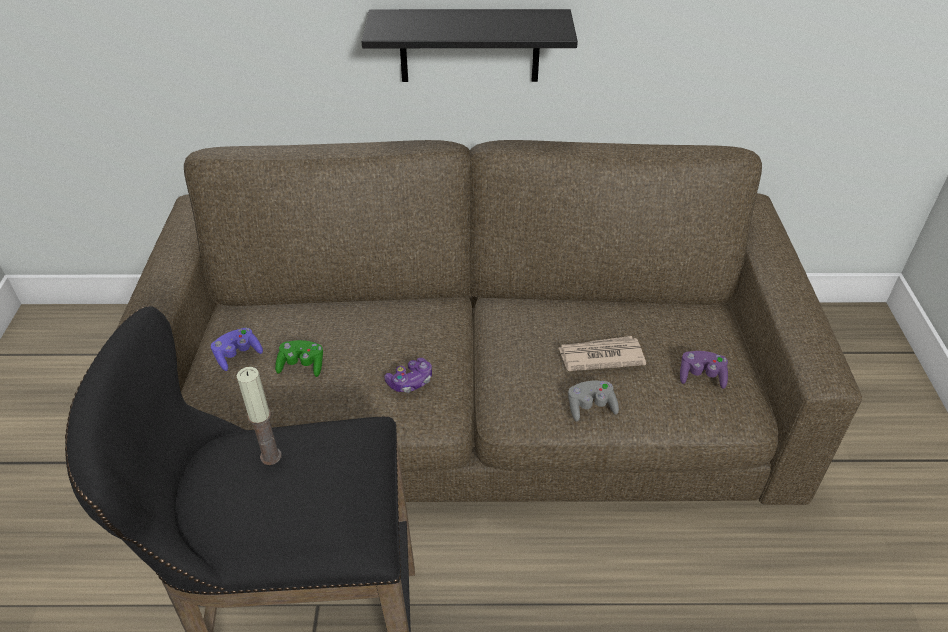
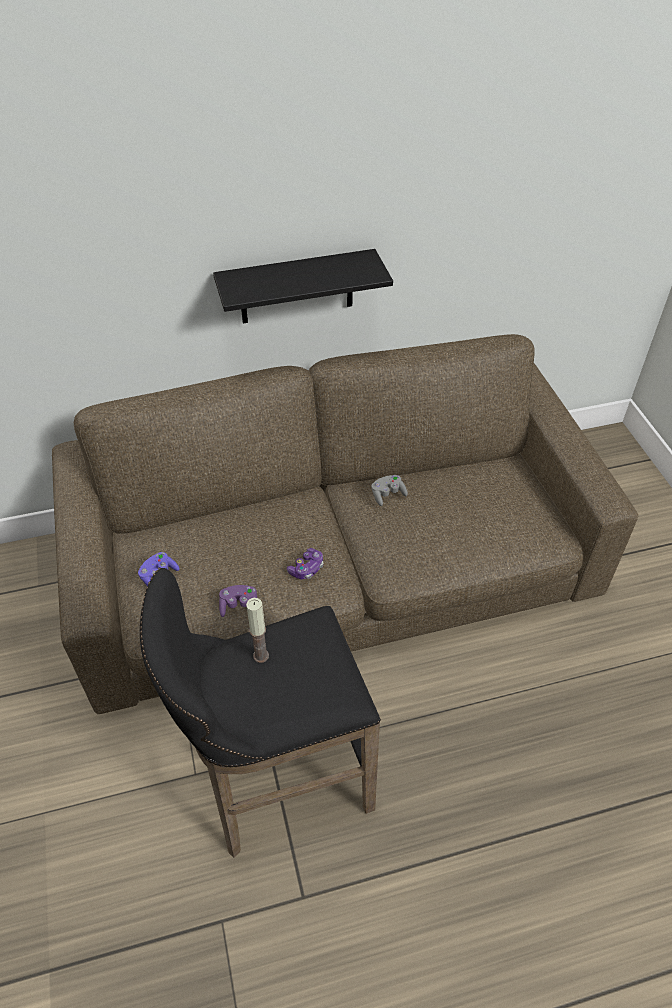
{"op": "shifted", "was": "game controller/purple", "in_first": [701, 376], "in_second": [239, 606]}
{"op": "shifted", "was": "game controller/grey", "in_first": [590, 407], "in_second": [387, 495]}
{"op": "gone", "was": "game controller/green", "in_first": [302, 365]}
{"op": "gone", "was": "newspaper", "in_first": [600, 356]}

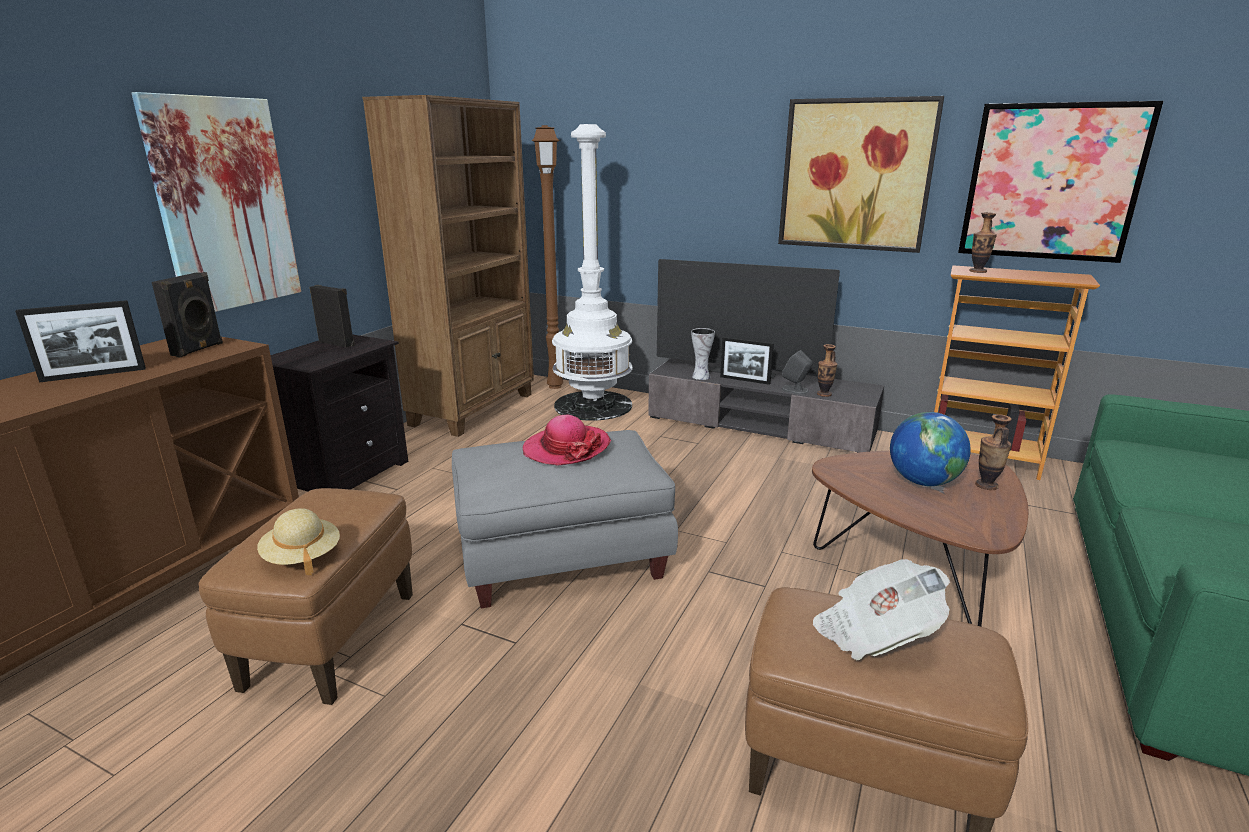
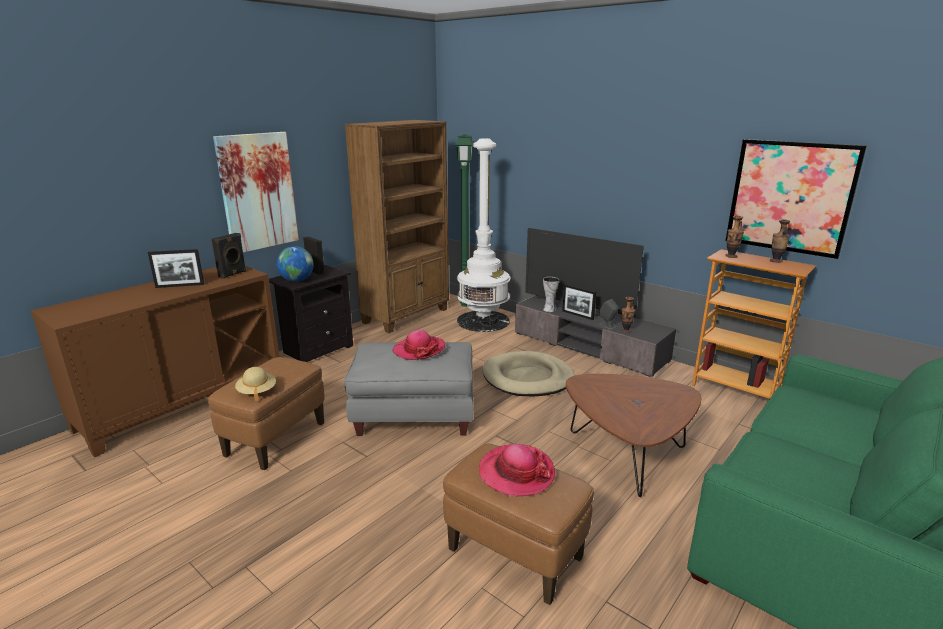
{"op": "shifted", "was": "globe", "in_first": [923, 482], "in_second": [297, 280]}
{"op": "repainted", "was": "floor lamp/brown", "now": "floor lamp/green", "in_first": [556, 386], "in_second": [466, 305]}
{"op": "swapped", "was": "newspaper", "now": "hat", "in_first": [875, 633], "in_second": [516, 472]}
{"op": "new", "now": "dog bed/beige", "in_second": [528, 378]}
{"op": "shifted", "was": "vase", "in_first": [986, 485], "in_second": [776, 261]}
{"op": "gone", "was": "picture", "in_first": [855, 175]}

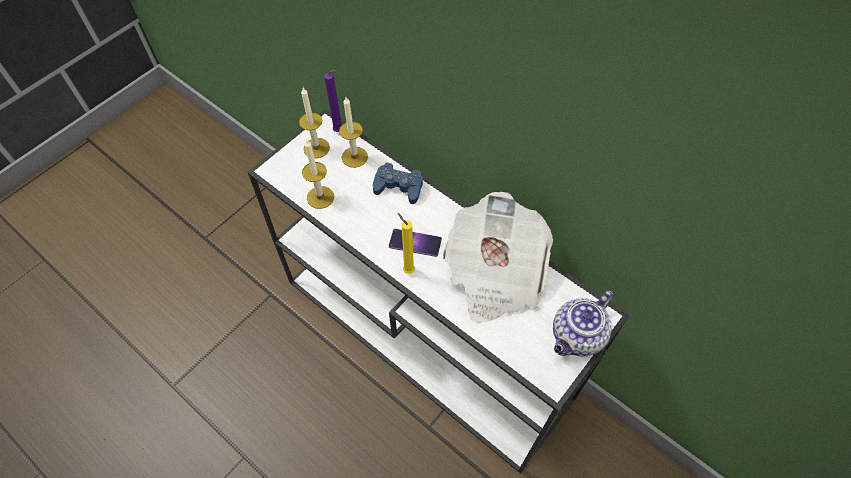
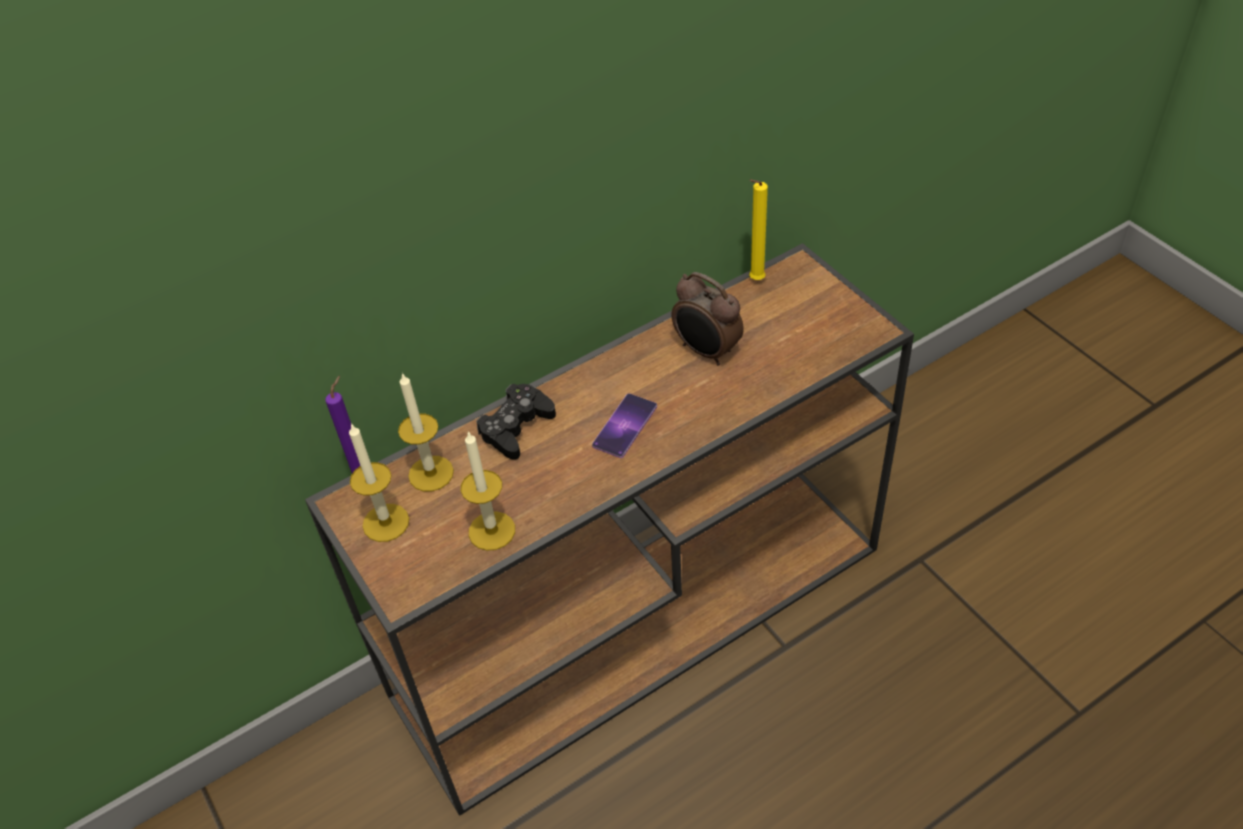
{"op": "repainted", "was": "console table/white", "now": "console table/brown", "in_first": [428, 339], "in_second": [643, 616]}
{"op": "repainted", "was": "game controller/blue", "now": "game controller/black", "in_first": [398, 187], "in_second": [516, 427]}
{"op": "swapped", "was": "newspaper", "now": "alarm clock", "in_first": [494, 274], "in_second": [706, 351]}
{"op": "shifted", "was": "candle/yellow", "in_first": [407, 269], "in_second": [754, 280]}
{"op": "gone", "was": "teapot", "in_first": [577, 337]}

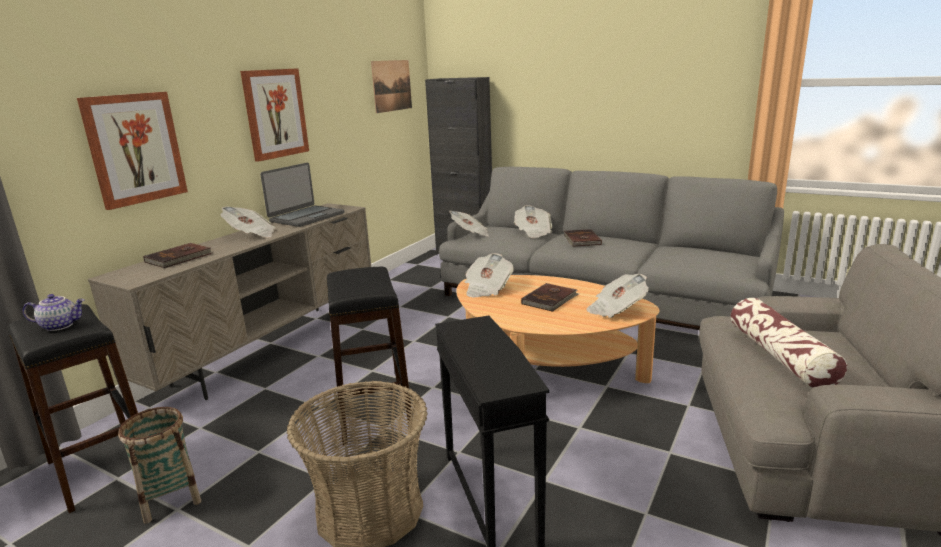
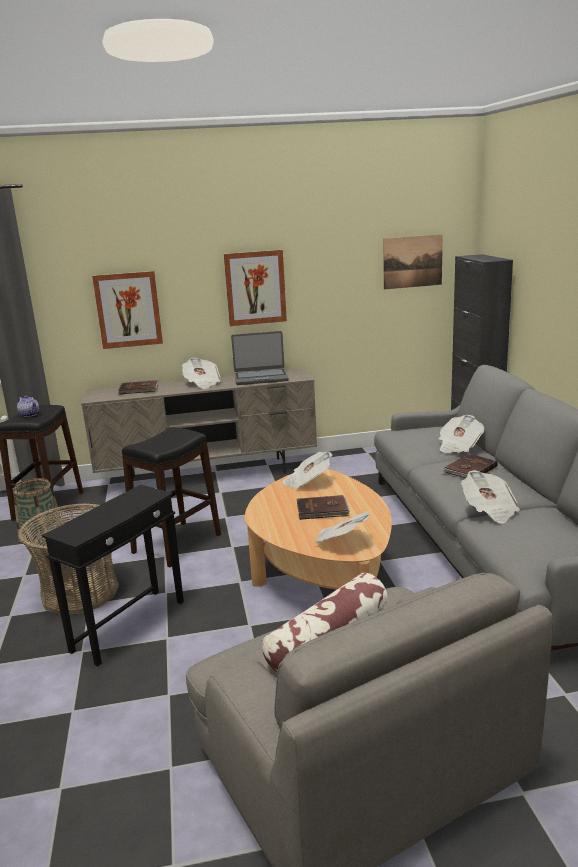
{"op": "shifted", "was": "newspaper", "in_first": [470, 234], "in_second": [489, 510]}

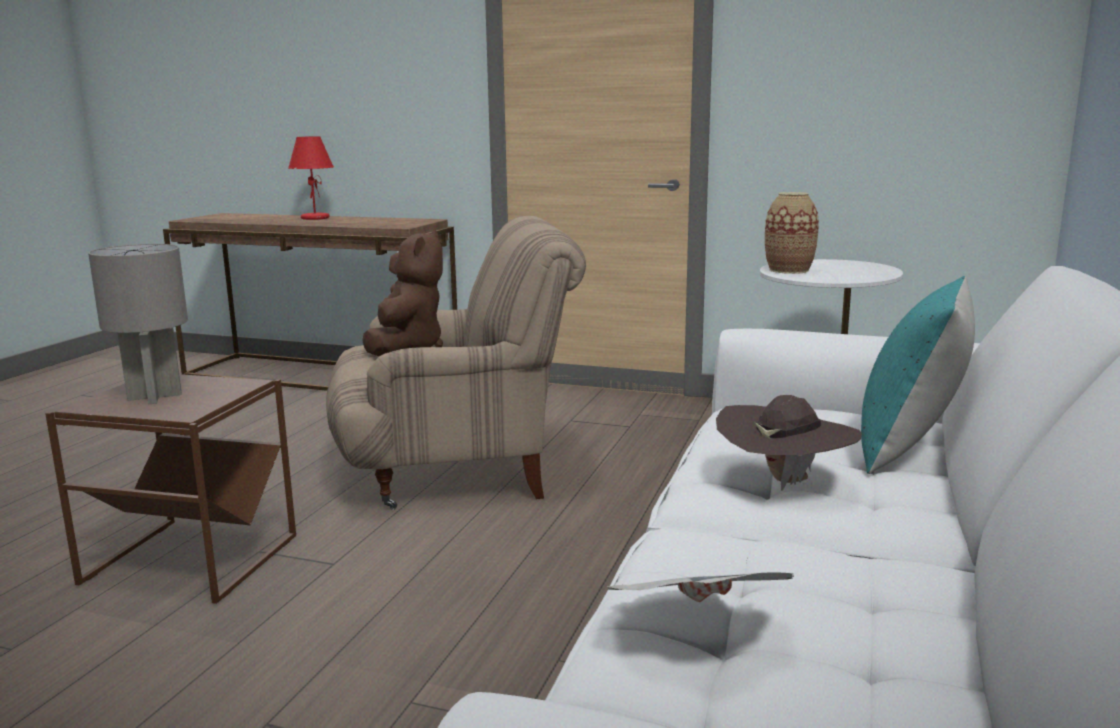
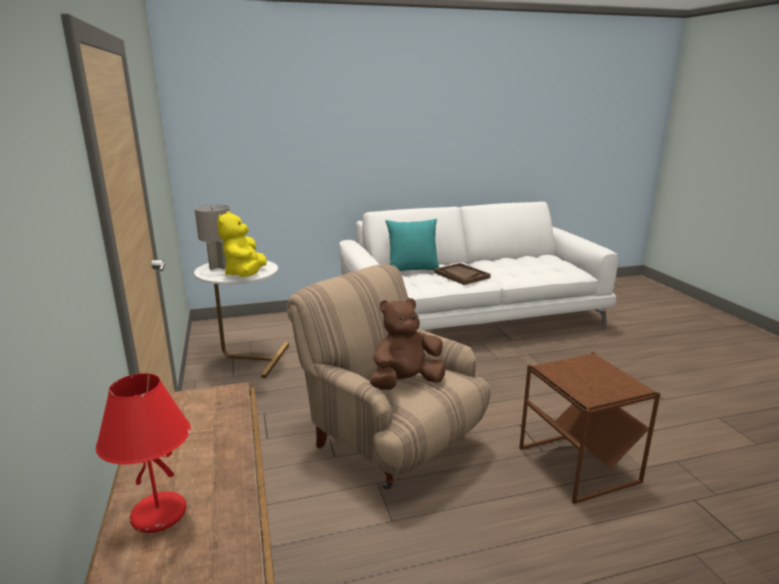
{"op": "shifted", "was": "table lamp/grey", "in_first": [155, 396], "in_second": [218, 267]}
{"op": "swapped", "was": "vase", "now": "plush toy/yellow", "in_first": [789, 270], "in_second": [245, 274]}
{"op": "swapped", "was": "hat/brown", "now": "tray/brown", "in_first": [784, 482], "in_second": [461, 275]}
{"op": "gone", "was": "newspaper", "in_first": [695, 629]}

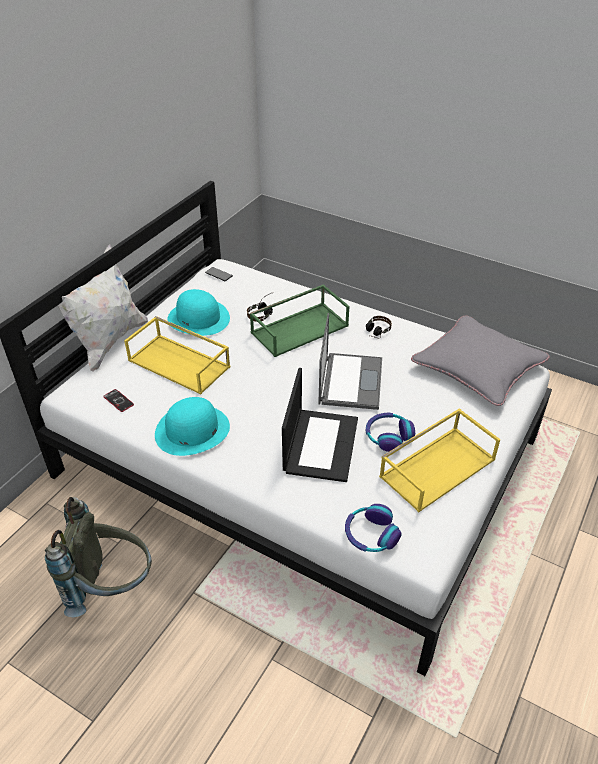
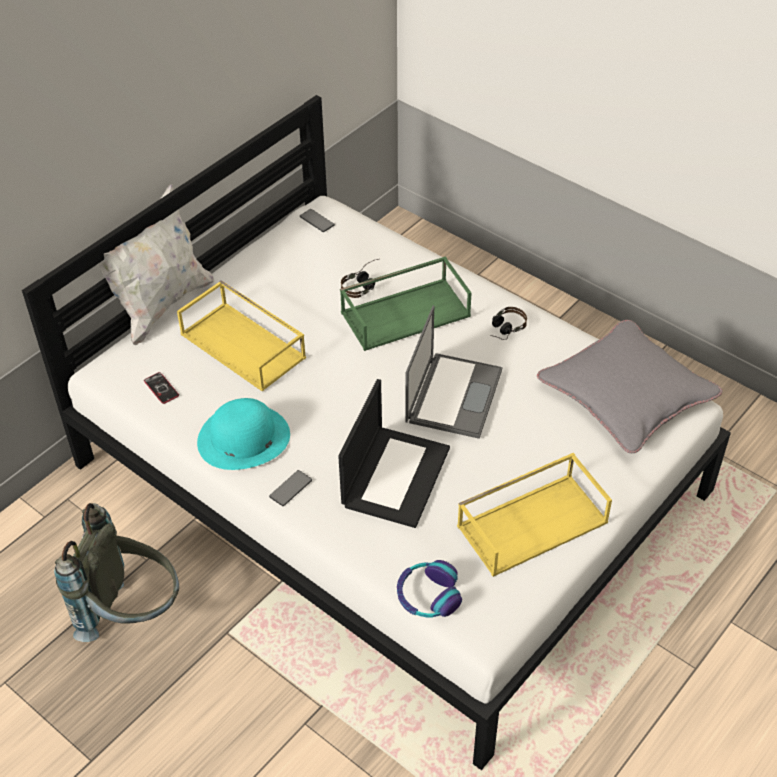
{"op": "new", "now": "phone", "in_second": [290, 488]}
{"op": "gone", "was": "hat/turquoise", "in_first": [199, 318]}
{"op": "gone", "was": "headphones", "in_first": [388, 436]}

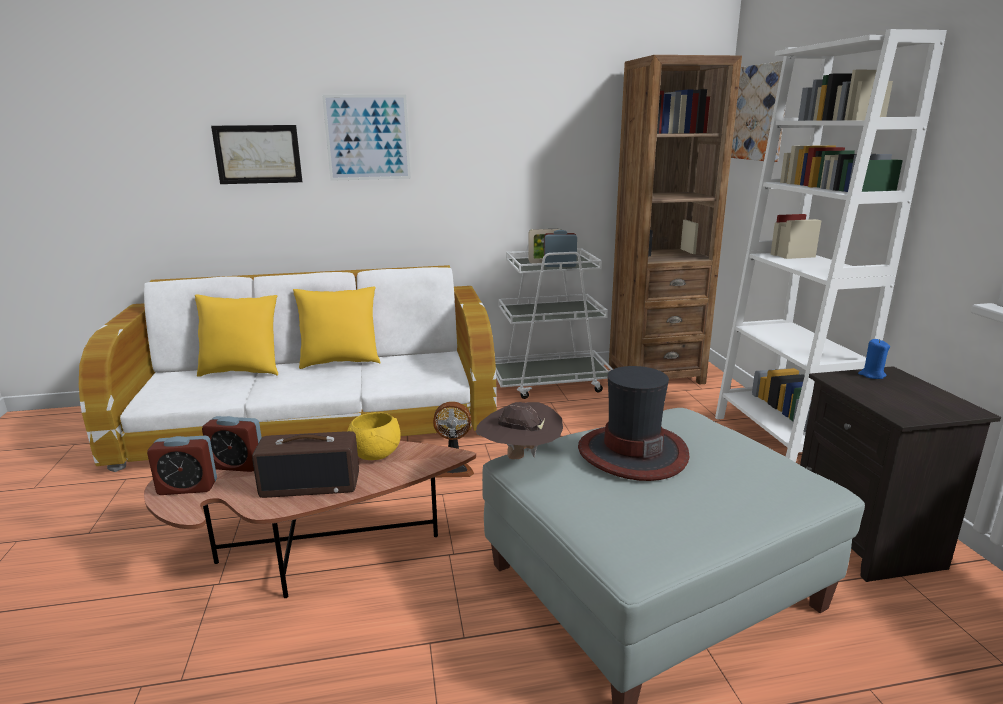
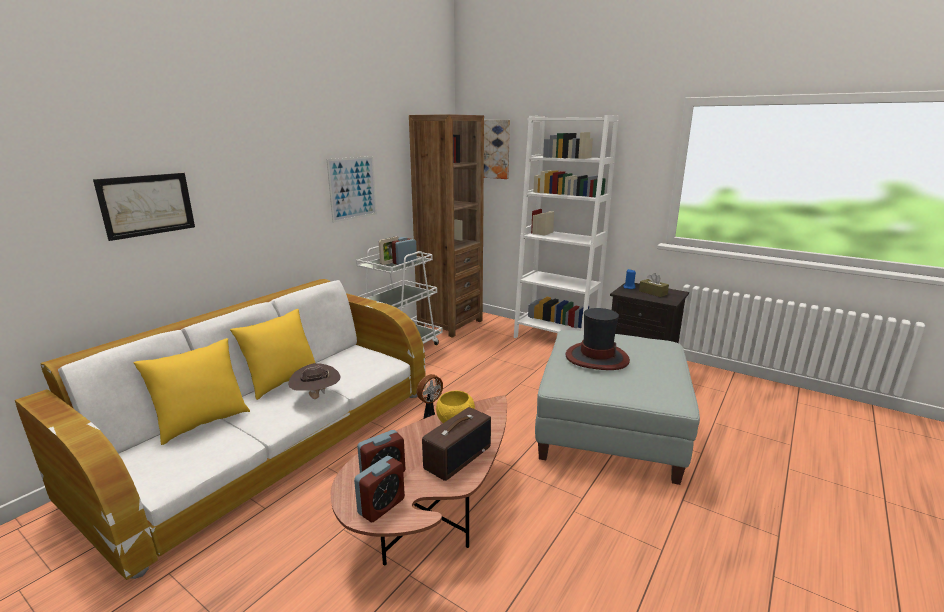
{"op": "shifted", "was": "hat/brown", "in_first": [519, 457], "in_second": [316, 397]}
{"op": "shifted", "was": "picture", "in_first": [367, 137], "in_second": [352, 188]}
{"op": "new", "now": "tissue box/brown", "in_second": [653, 293]}

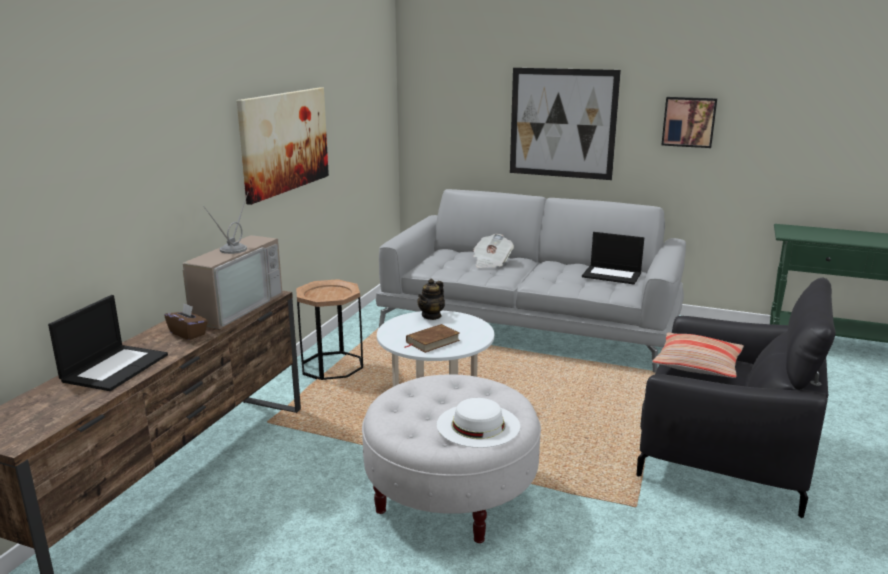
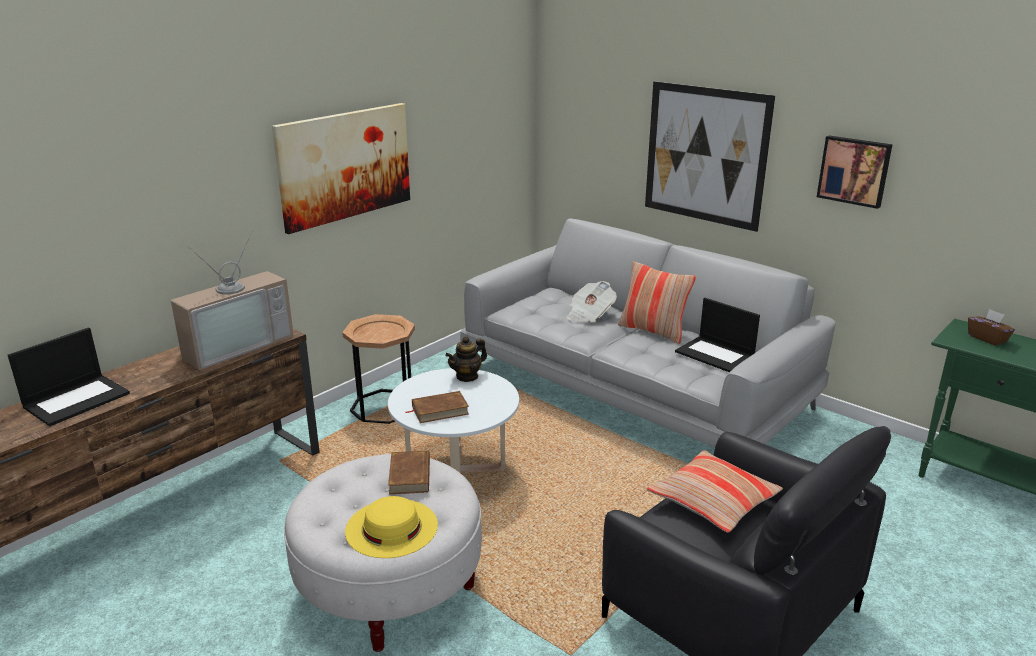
{"op": "repainted", "was": "hat/white", "now": "hat/yellow", "in_first": [478, 425], "in_second": [391, 527]}
{"op": "new", "now": "book/brown", "in_second": [410, 476]}
{"op": "new", "now": "pillow", "in_second": [653, 331]}
{"op": "shifted", "was": "tissue box/brown", "in_first": [188, 333], "in_second": [987, 338]}

